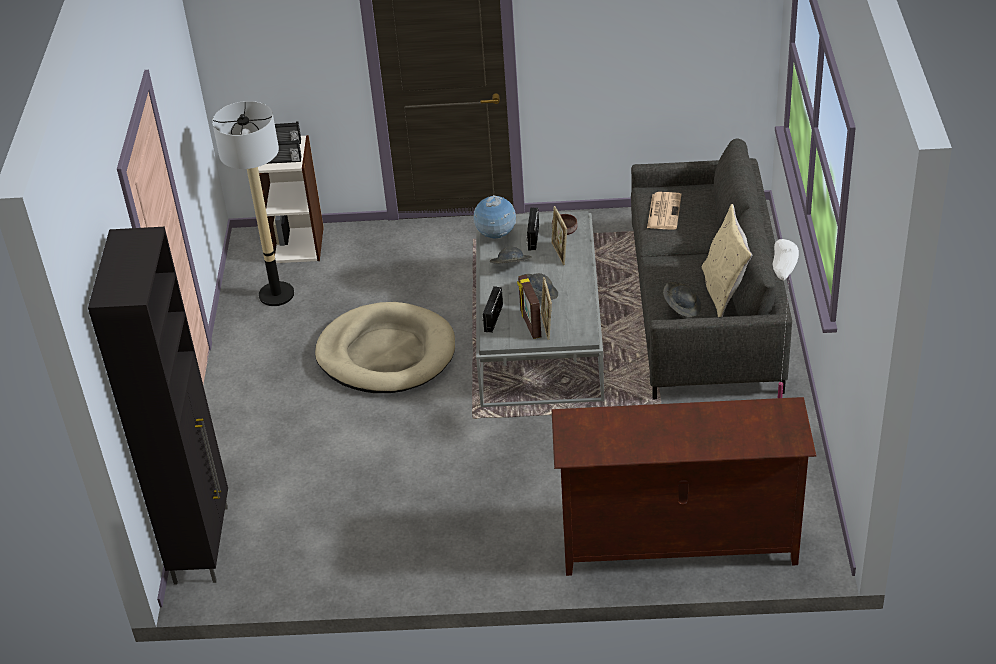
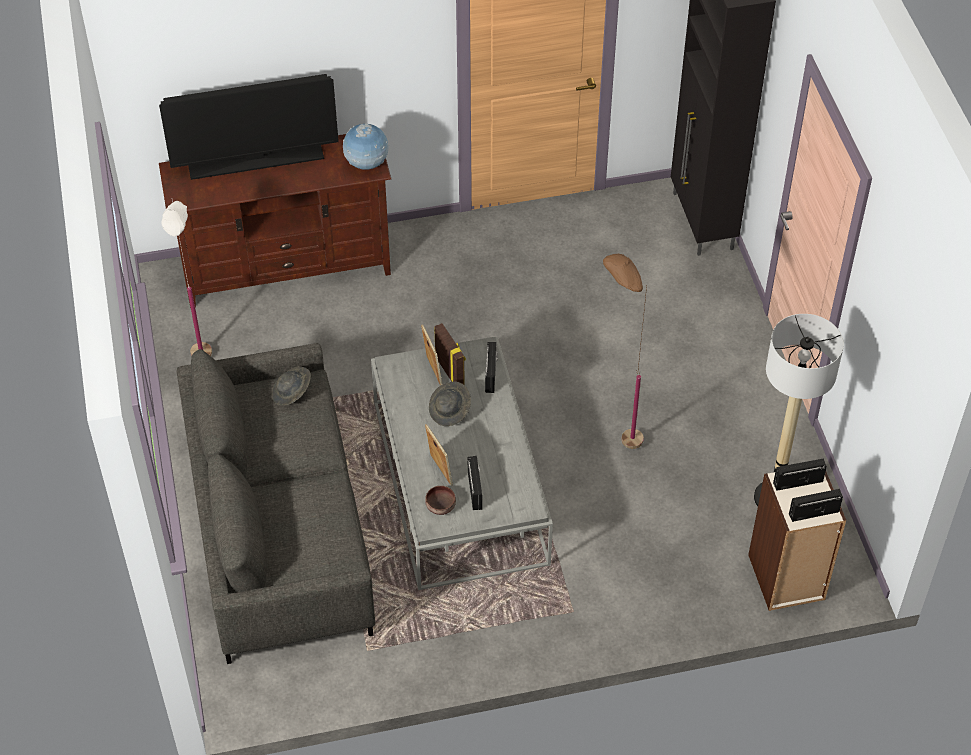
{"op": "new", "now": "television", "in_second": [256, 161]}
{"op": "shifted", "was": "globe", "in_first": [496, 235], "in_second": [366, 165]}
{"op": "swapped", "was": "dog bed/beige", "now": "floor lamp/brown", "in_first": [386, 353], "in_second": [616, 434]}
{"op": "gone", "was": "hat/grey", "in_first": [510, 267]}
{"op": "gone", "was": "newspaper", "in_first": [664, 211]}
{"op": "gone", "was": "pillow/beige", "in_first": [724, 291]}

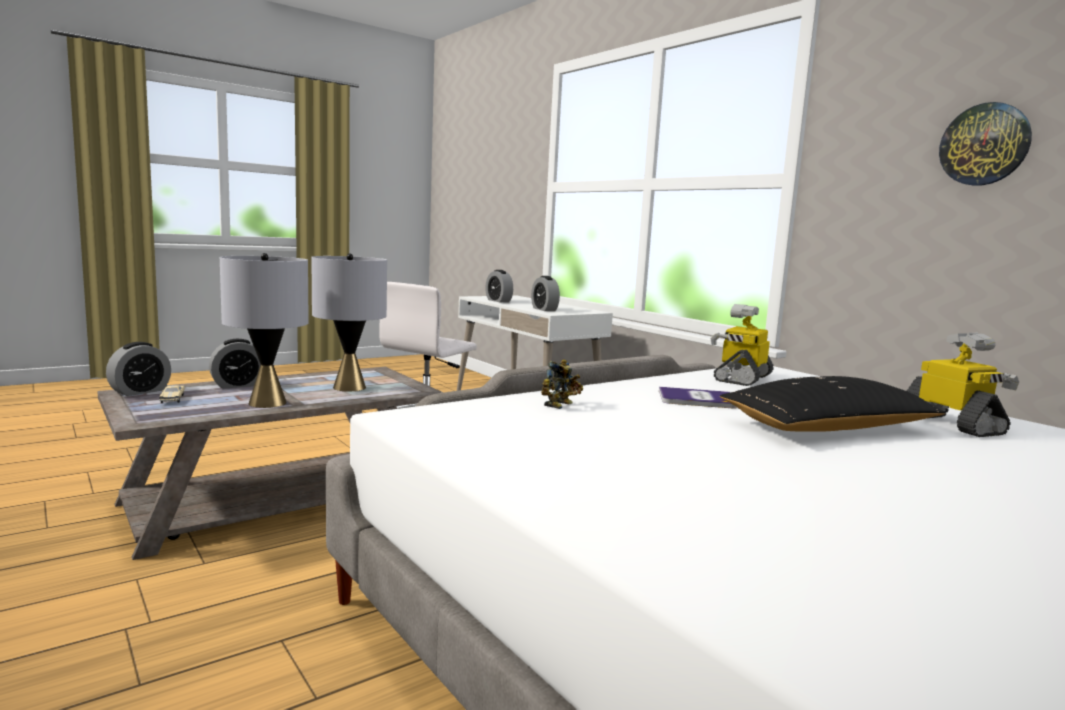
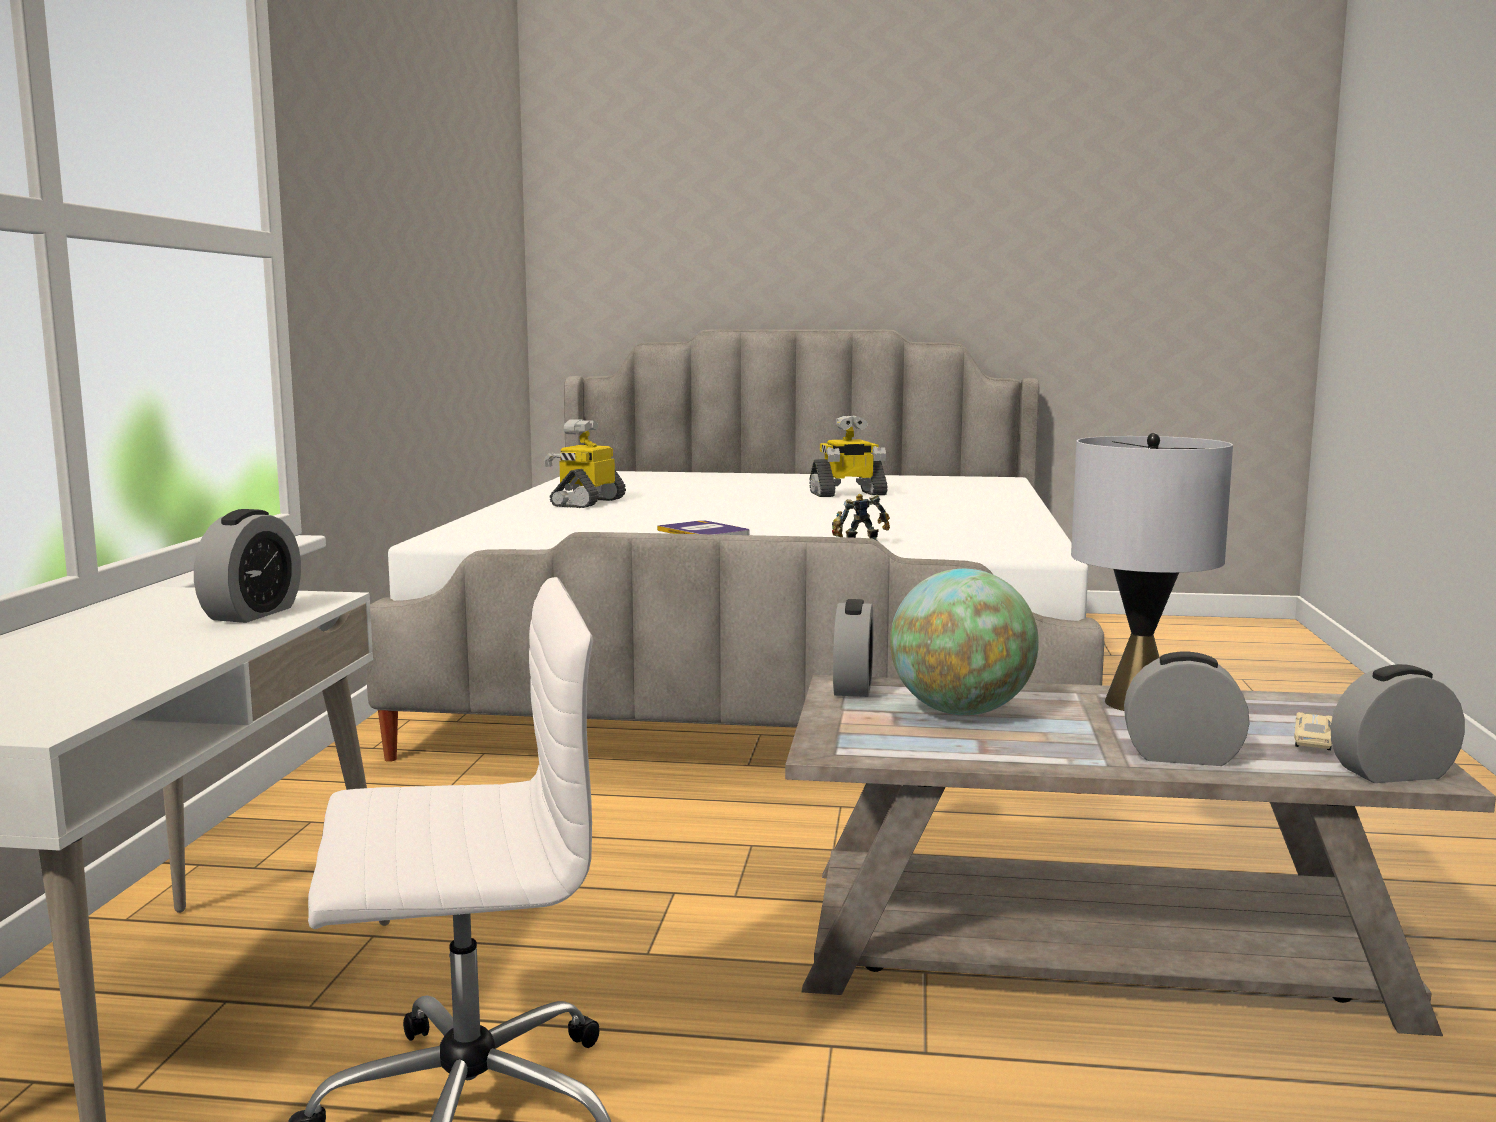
{"op": "shifted", "was": "toy robot", "in_first": [741, 378], "in_second": [847, 494]}
{"op": "shifted", "was": "alarm clock", "in_first": [498, 301], "in_second": [853, 687]}
{"op": "swapped", "was": "table lamp/grey", "now": "globe", "in_first": [349, 387], "in_second": [961, 712]}
{"op": "gone", "was": "pillow/black", "in_first": [828, 427]}
{"op": "gone", "was": "wall clock", "in_first": [984, 144]}

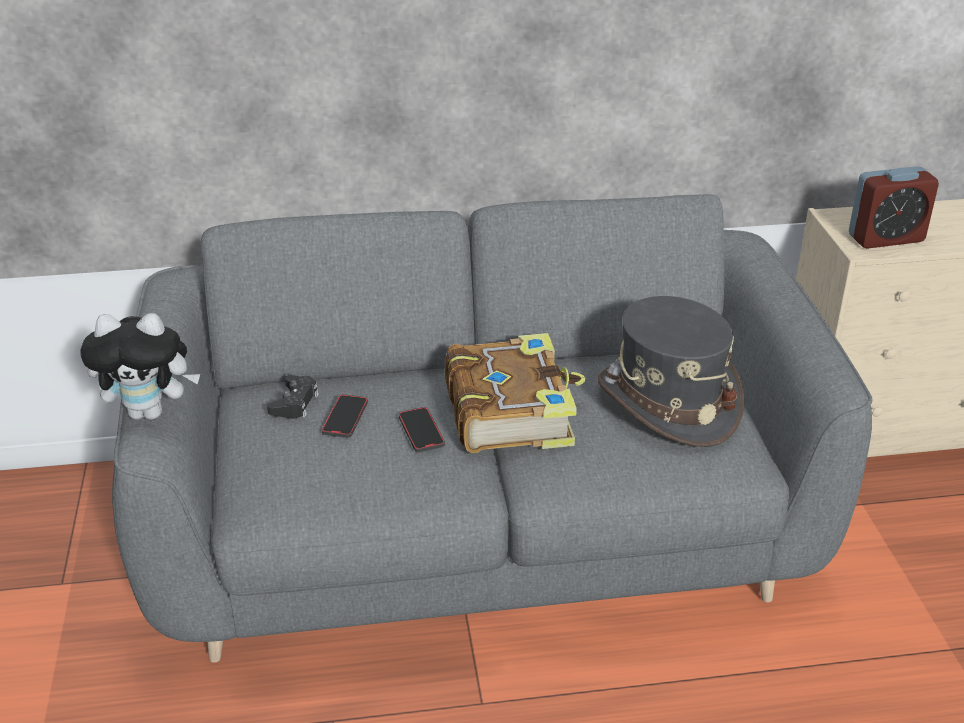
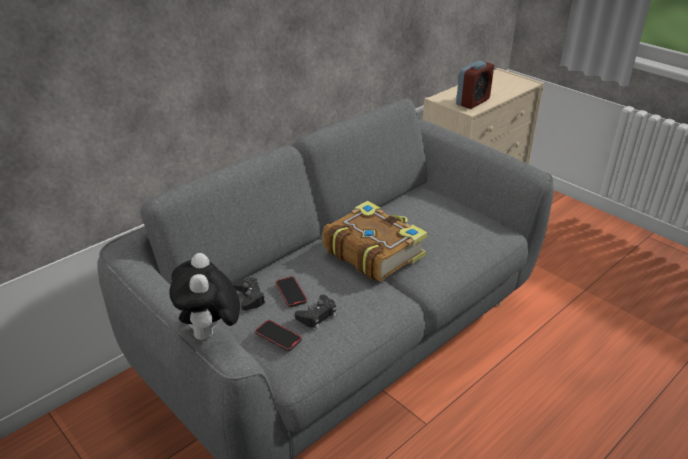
{"op": "rotated", "was": "plush toy", "in_first": [150, 412], "in_second": [210, 334], "clockwise": 120}
{"op": "shifted", "was": "phone", "in_first": [421, 432], "in_second": [278, 337]}
{"op": "new", "now": "game controller/black", "in_second": [317, 315]}
{"op": "gone", "was": "hat/grey", "in_first": [667, 402]}

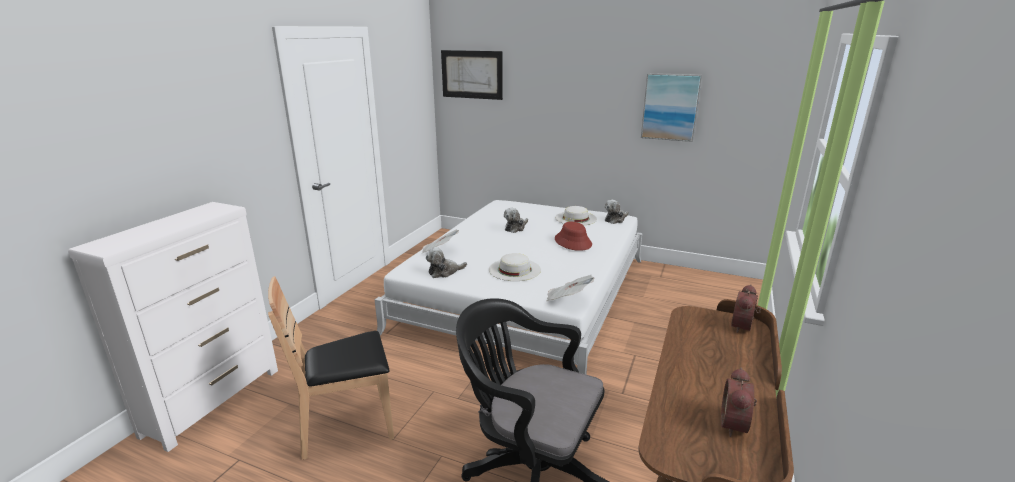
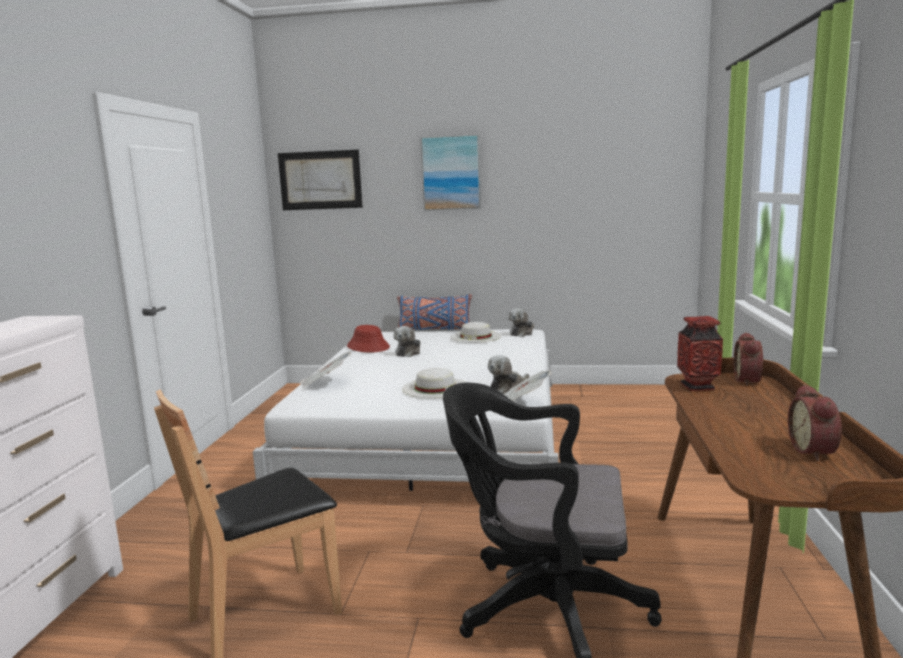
{"op": "shifted", "was": "hat/red", "in_first": [573, 242], "in_second": [368, 347]}
{"op": "new", "now": "pillow/blue", "in_second": [434, 330]}
{"op": "shifted", "was": "picture", "in_first": [670, 107], "in_second": [451, 173]}
{"op": "shifted", "was": "plush toy", "in_first": [444, 272], "in_second": [507, 387]}
{"op": "new", "now": "vase", "in_second": [697, 387]}

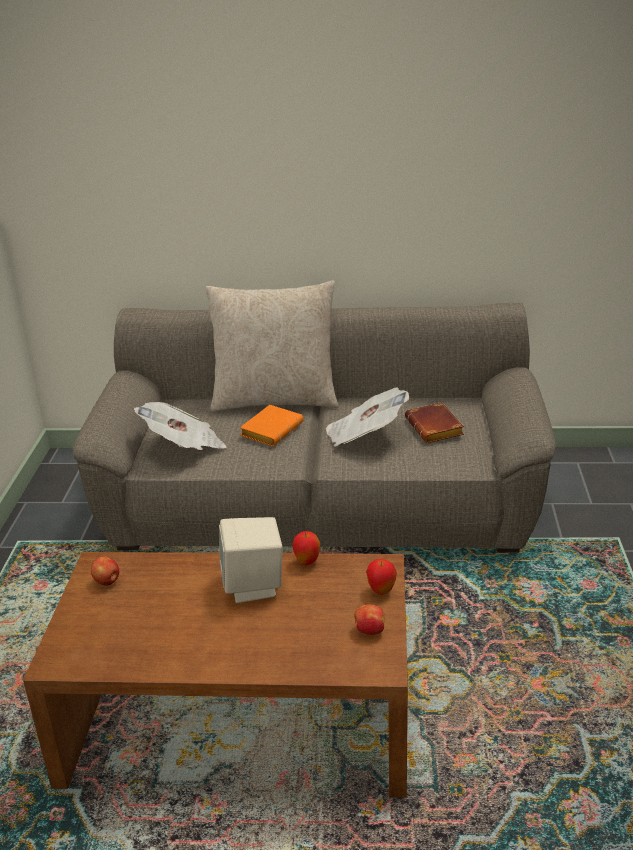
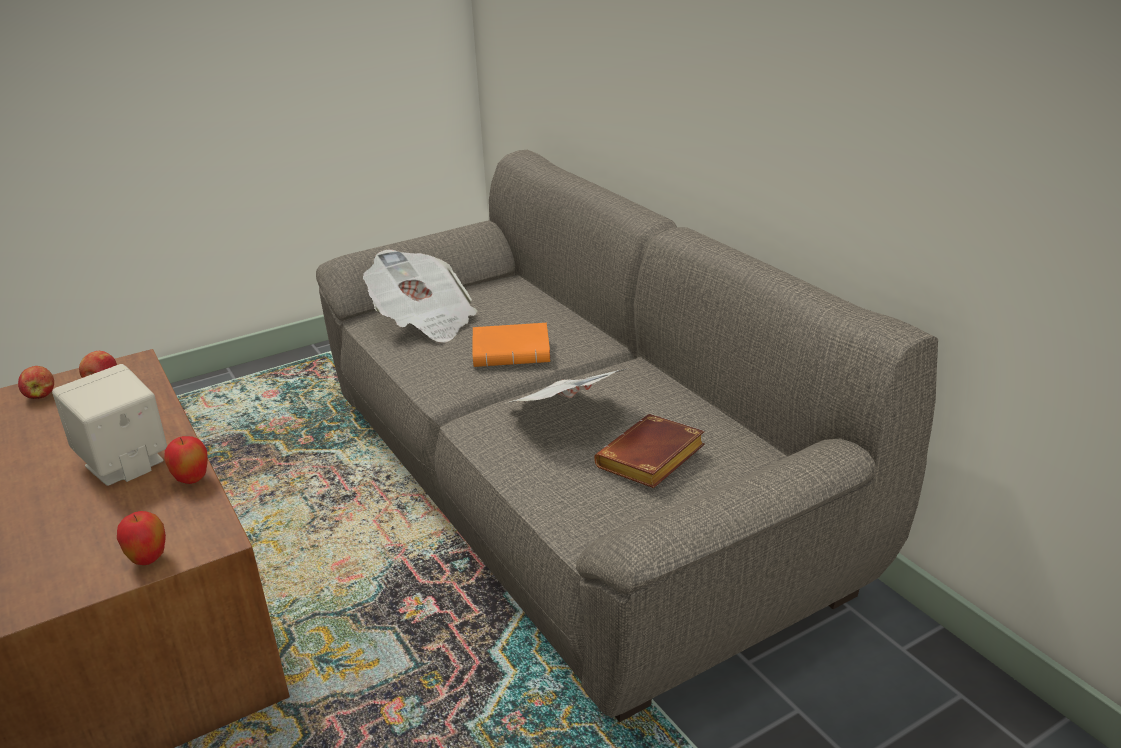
{"op": "shifted", "was": "apple", "in_first": [369, 630], "in_second": [41, 395]}
{"op": "gone", "was": "pillow/beige", "in_first": [275, 399]}

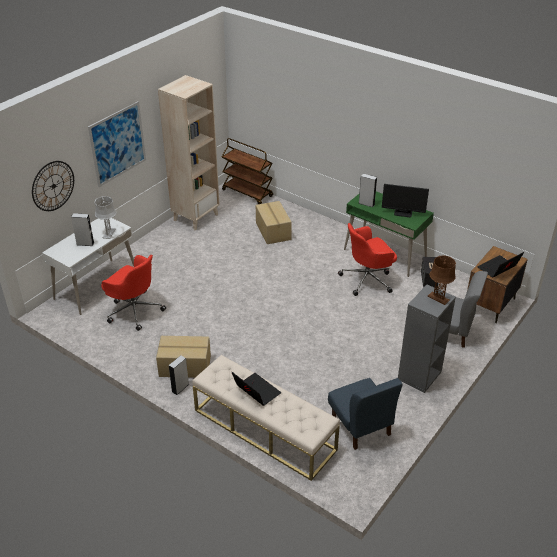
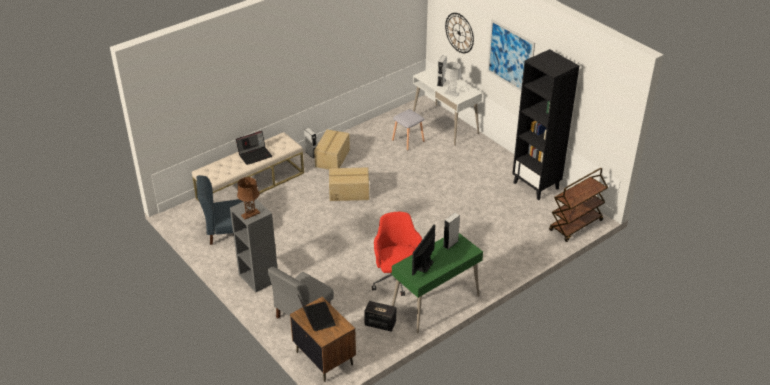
{"op": "shifted", "was": "cardboard box", "in_first": [272, 231], "in_second": [349, 192]}
{"op": "swapped", "was": "office chair/red", "now": "stool/grey", "in_first": [134, 310], "in_second": [407, 140]}
{"op": "repainted", "was": "bookcase/beige", "now": "bookcase/black", "in_first": [196, 217], "in_second": [536, 186]}

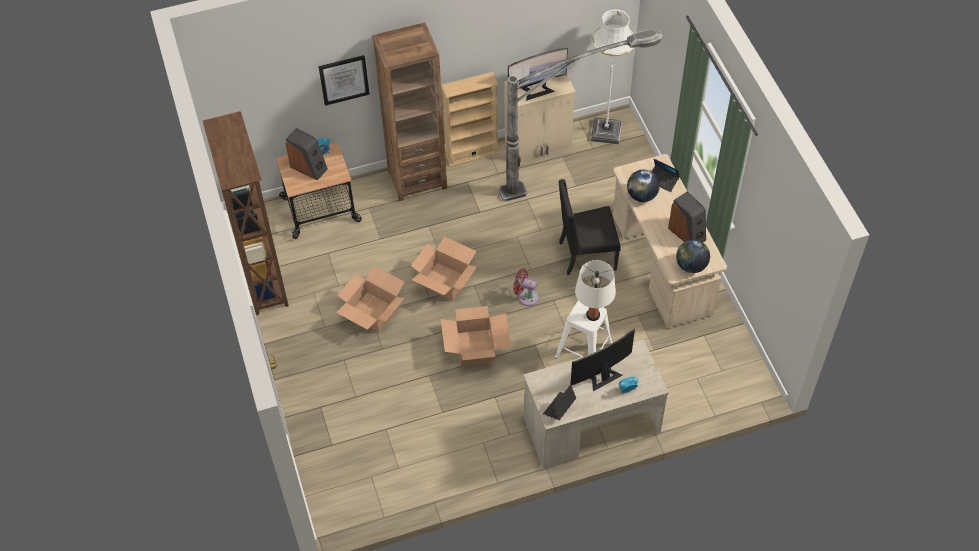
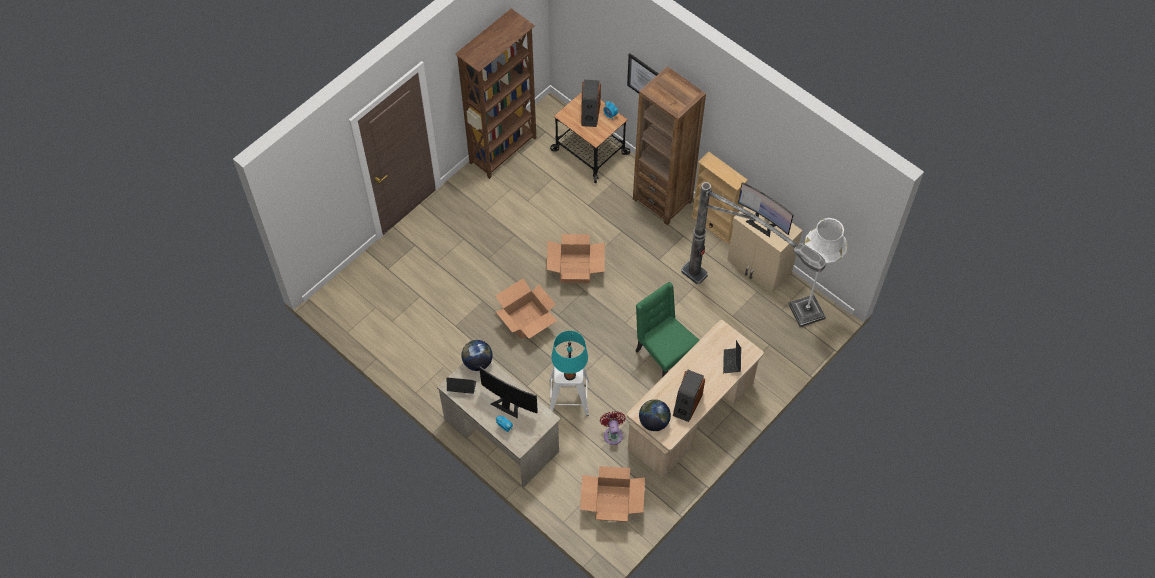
{"op": "shifted", "was": "globe", "in_first": [642, 196], "in_second": [477, 362]}
{"op": "repainted", "was": "table lamp/white", "now": "table lamp/turquoise", "in_first": [593, 315], "in_second": [570, 374]}
{"op": "shifted", "was": "cardboard box", "in_first": [373, 312], "in_second": [612, 503]}
{"op": "shifted", "was": "fan/red", "in_first": [526, 296], "in_second": [613, 434]}
{"op": "repainted", "was": "chair/black", "now": "chair/green", "in_first": [585, 255], "in_second": [664, 356]}

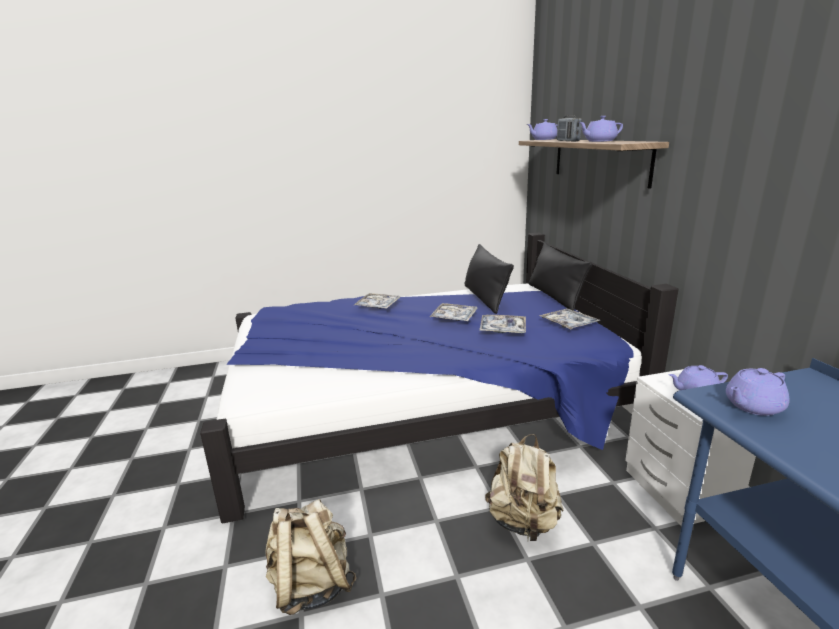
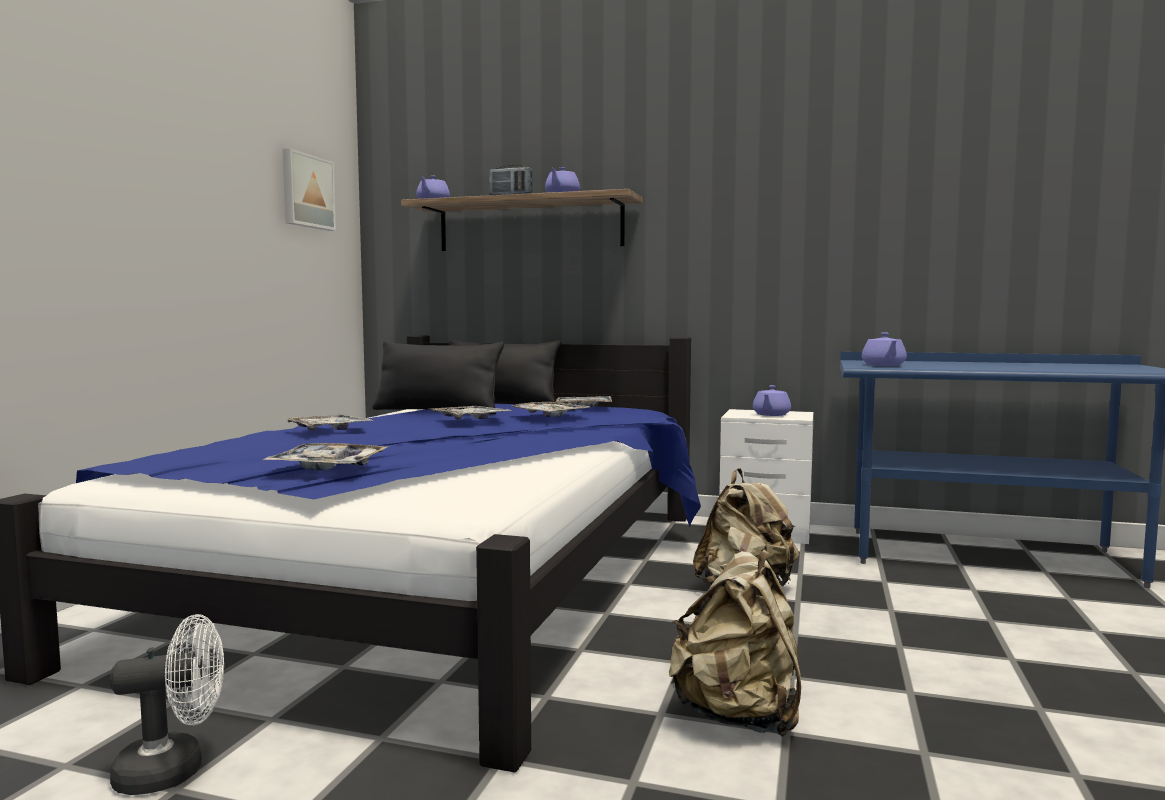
{"op": "new", "now": "fan/white", "in_second": [174, 770]}
{"op": "new", "now": "tray", "in_second": [328, 466]}
{"op": "new", "now": "picture", "in_second": [306, 191]}

